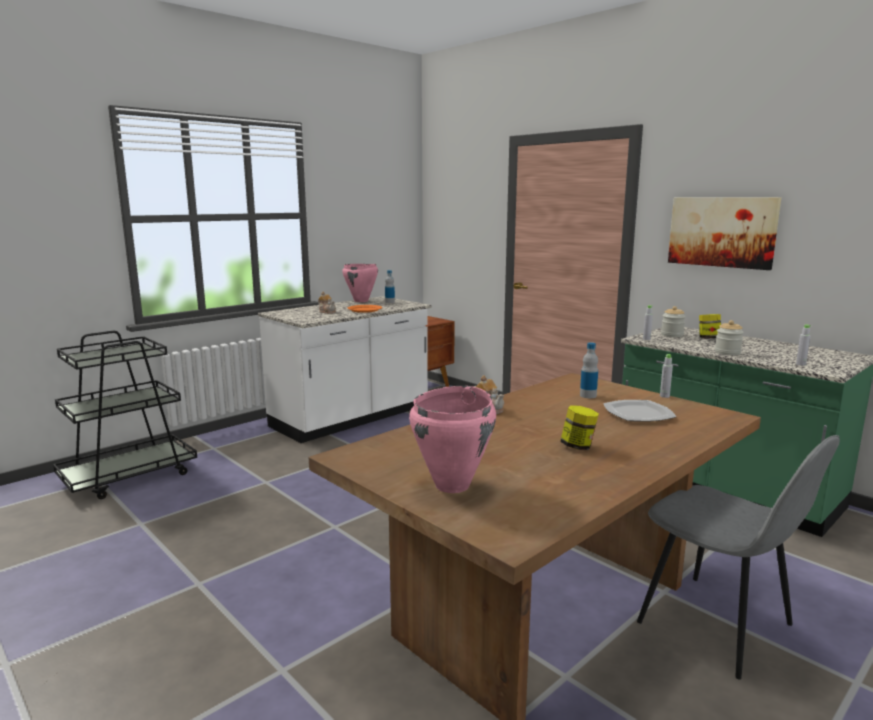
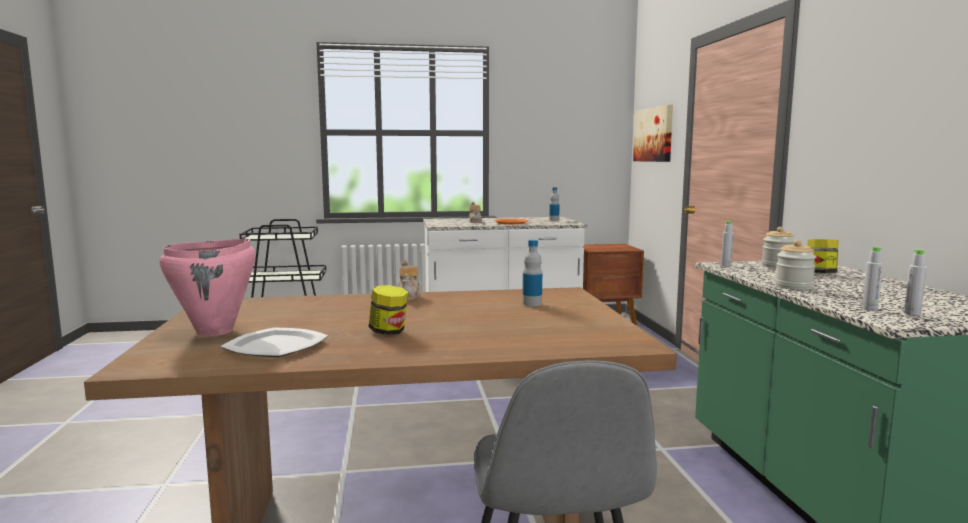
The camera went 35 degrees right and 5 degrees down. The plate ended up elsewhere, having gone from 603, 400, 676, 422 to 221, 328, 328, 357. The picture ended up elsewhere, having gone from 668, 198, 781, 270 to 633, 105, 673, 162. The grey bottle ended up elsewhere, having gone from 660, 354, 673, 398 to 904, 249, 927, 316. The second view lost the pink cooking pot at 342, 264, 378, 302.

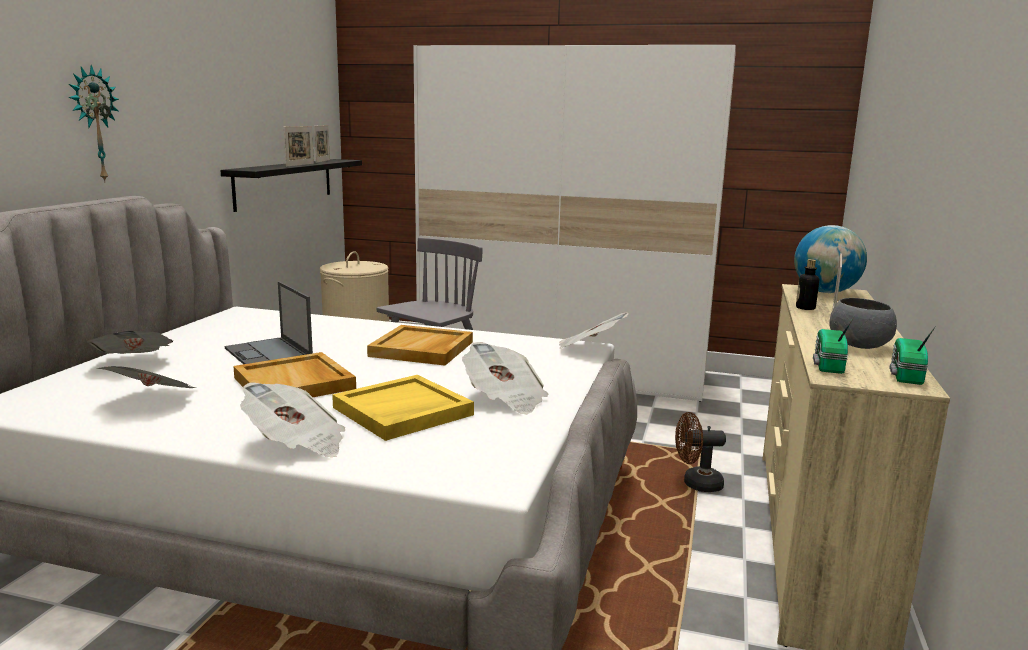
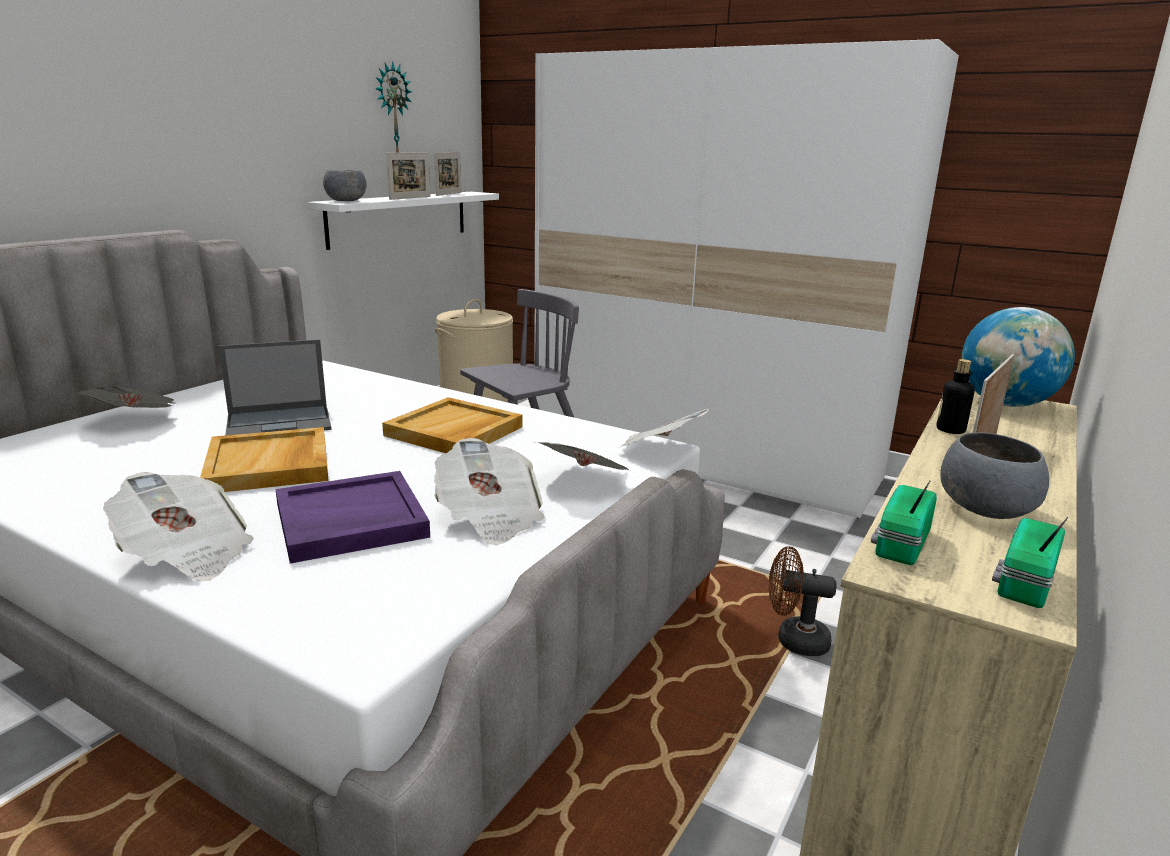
The camera went 15 degrees right and 5 degrees up. The laptop at 225, 281, 313, 364 ended up facing another way, 90 degrees counterclockwise from before. What was the yellow tray at 332, 375, 474, 441 turned into the purple tray at 275, 471, 430, 563. What was the black shelf at 220, 159, 362, 212 turned into the white shelf at 308, 192, 499, 250. The second view gained the grey bowl at 323, 170, 367, 201. The wall clock ended up elsewhere, having gone from 69, 65, 119, 181 to 375, 61, 412, 153. The newspaper ended up elsewhere, having gone from 96, 366, 197, 388 to 535, 442, 630, 471.

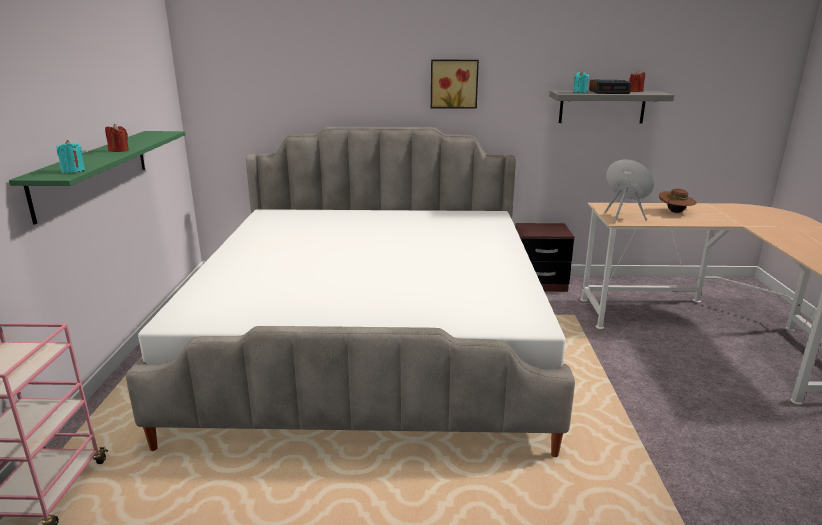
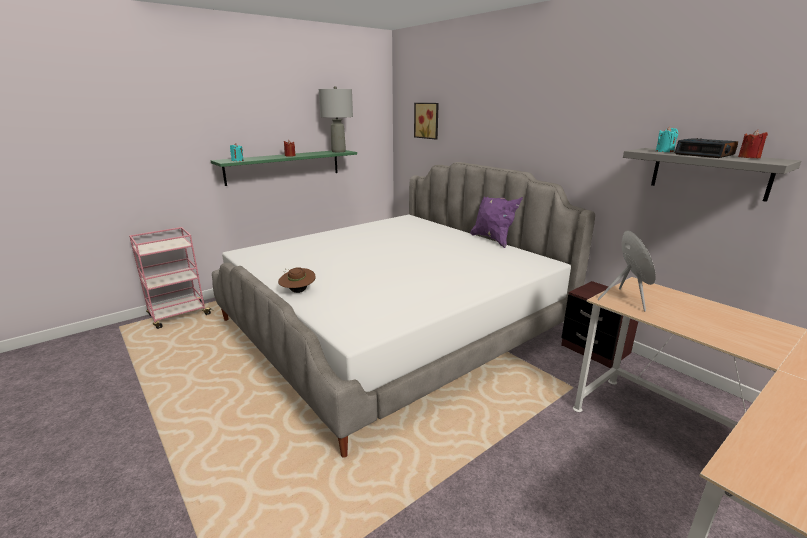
The camera went 50 degrees right and 0 degrees up. The brown hat ended up elsewhere, having gone from 659, 189, 696, 213 to 278, 267, 315, 293. The second view gained the grey table lamp at 319, 86, 353, 152. The picture ended up elsewhere, having gone from 431, 60, 479, 109 to 414, 103, 439, 140. The second view gained the purple pillow at 470, 196, 523, 248.

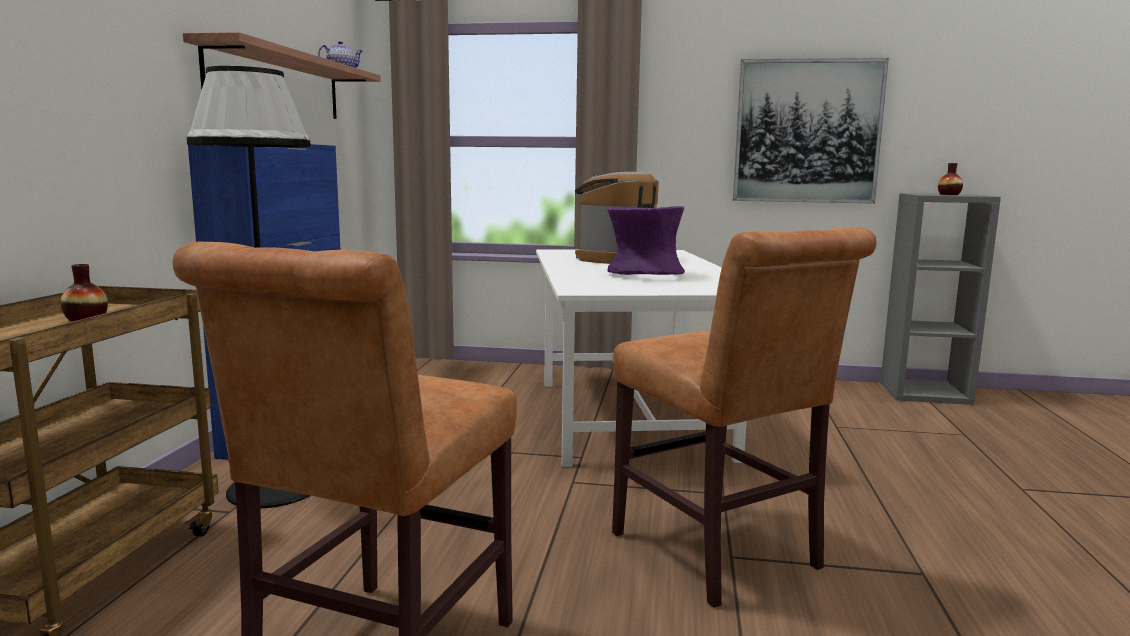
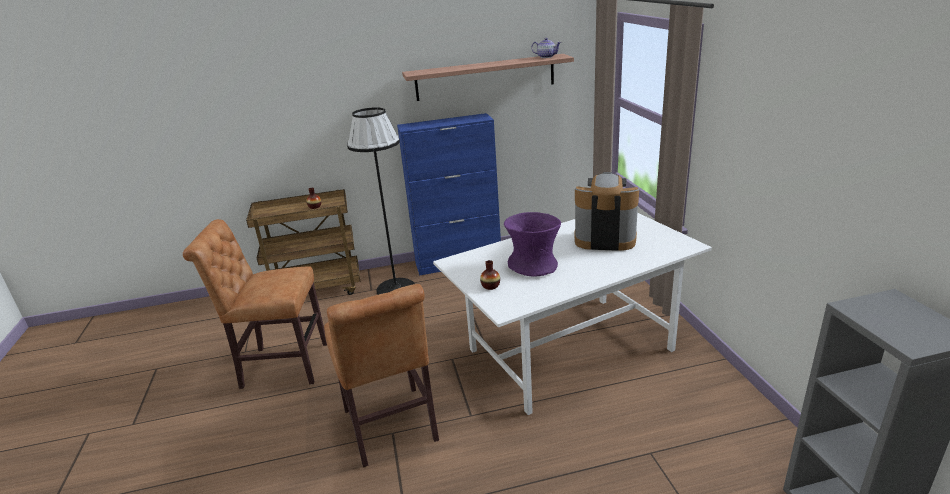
The camera went 70 degrees right and 15 degrees up. The brown chair at 612, 227, 877, 608 ended up facing another way, 60 degrees counterclockwise from before. The vase ended up elsewhere, having gone from 938, 163, 963, 195 to 480, 260, 500, 290. The second view lost the picture at 733, 58, 889, 204.

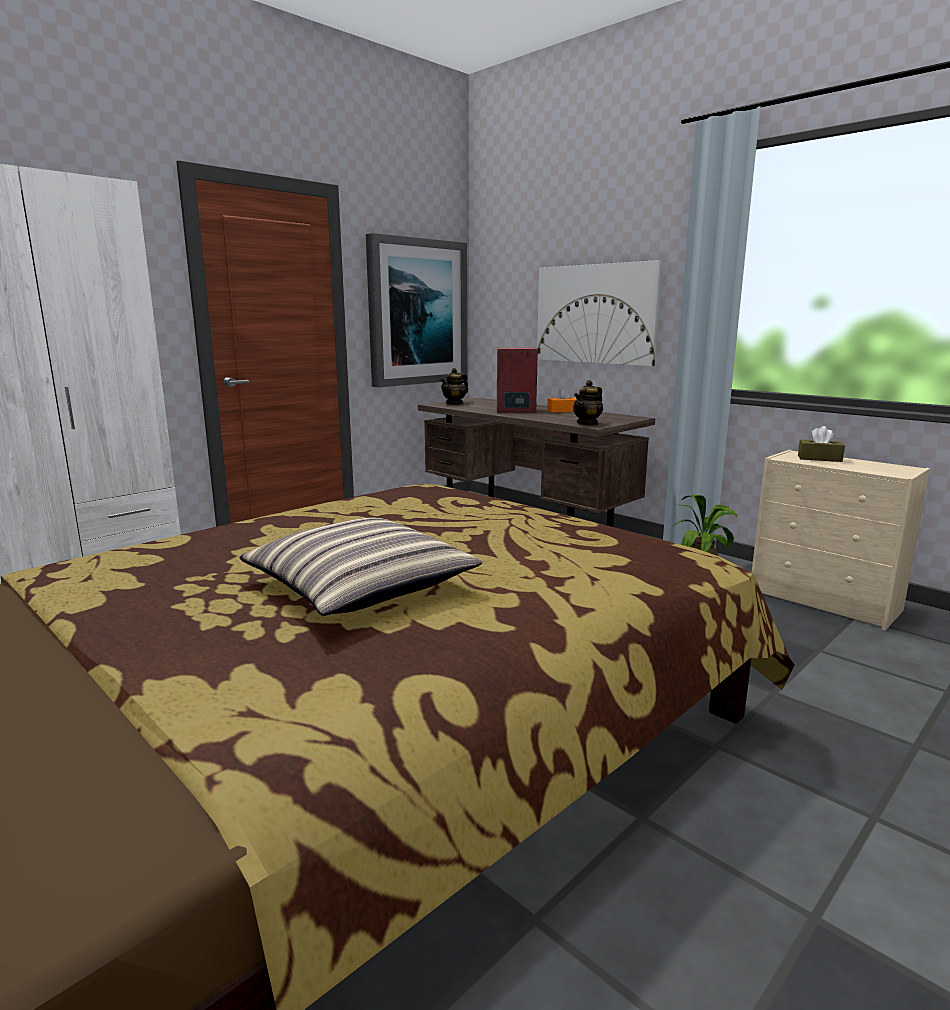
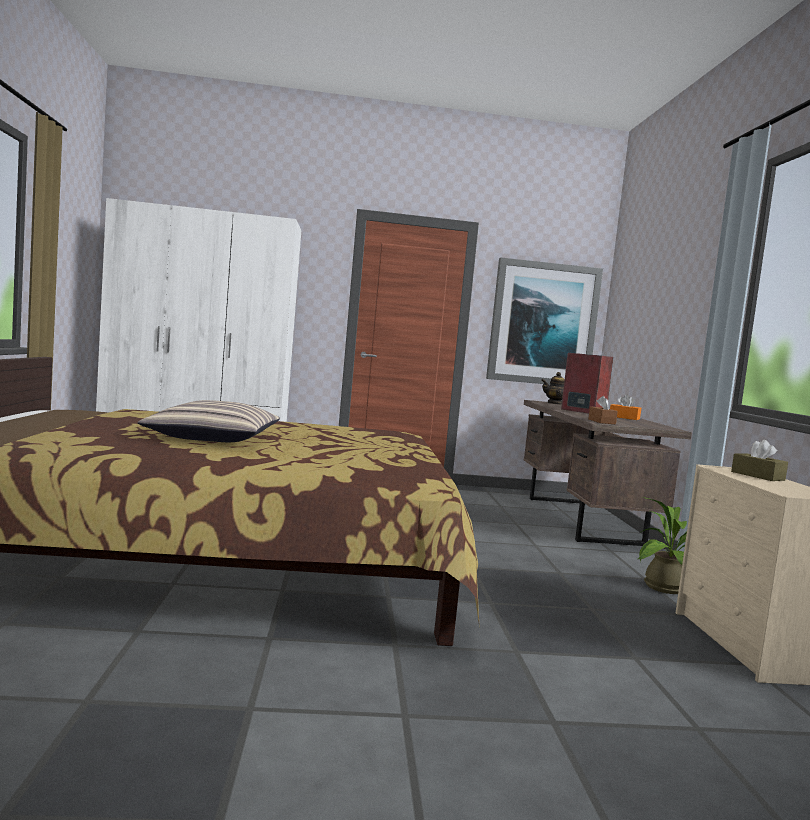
The camera went 40 degrees right and 10 degrees down. Where the teapot stood at 573, 380, 603, 426, the brown tissue box came to stand at 588, 396, 618, 425. The second view lost the picture at 537, 260, 663, 366.

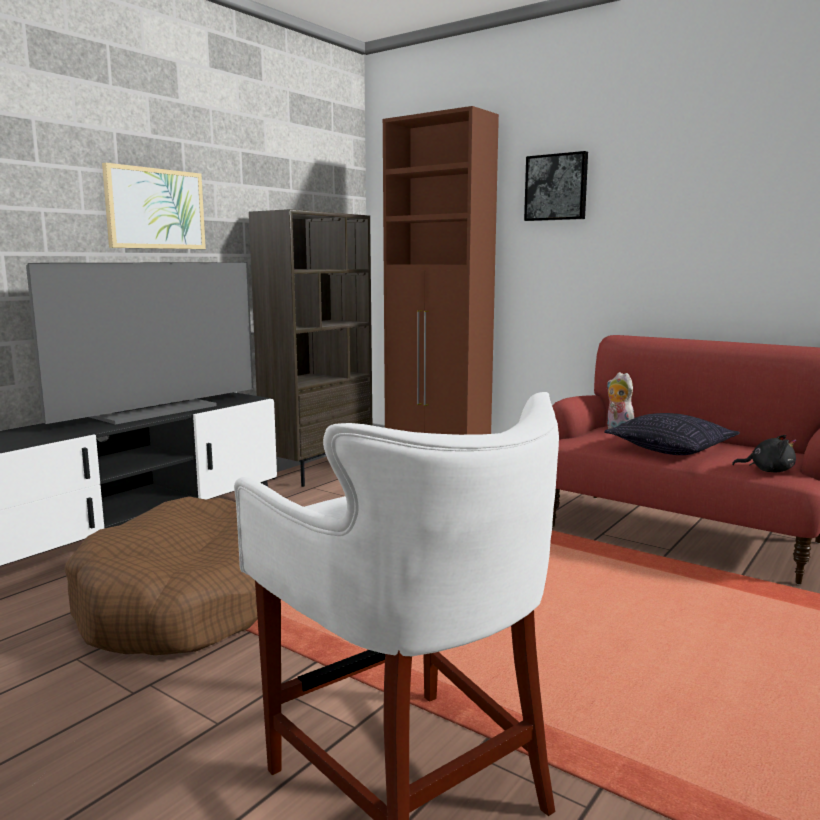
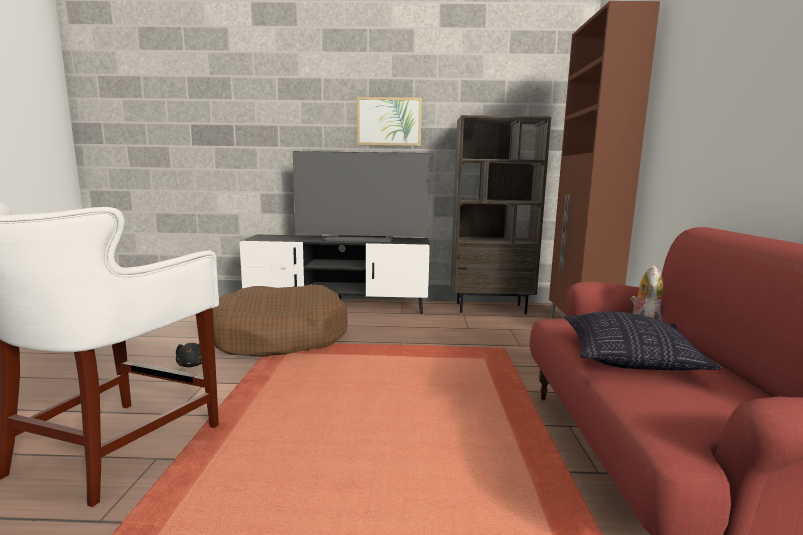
The camera went 55 degrees right and 0 degrees up. The black plush toy ended up elsewhere, having gone from 732, 435, 796, 472 to 176, 343, 202, 367. The second view lost the picture at 524, 151, 588, 221.

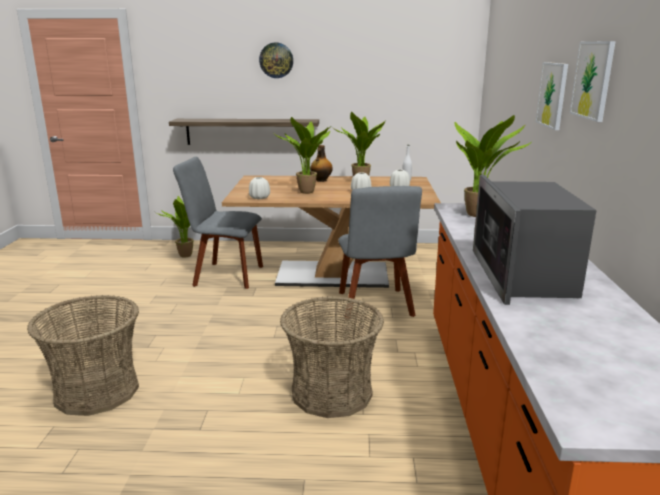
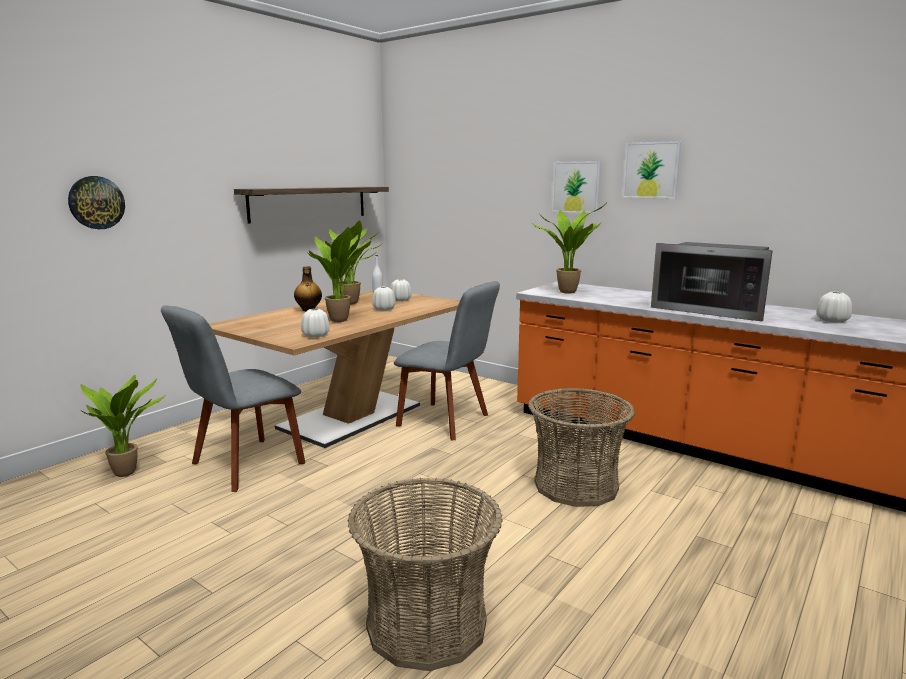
The camera went 55 degrees left and 5 degrees down. The wall clock ended up elsewhere, having gone from 259, 43, 293, 78 to 68, 176, 125, 229. The shelf ended up elsewhere, having gone from 169, 119, 319, 145 to 234, 187, 389, 223. The second view gained the white vase at 816, 292, 852, 323.

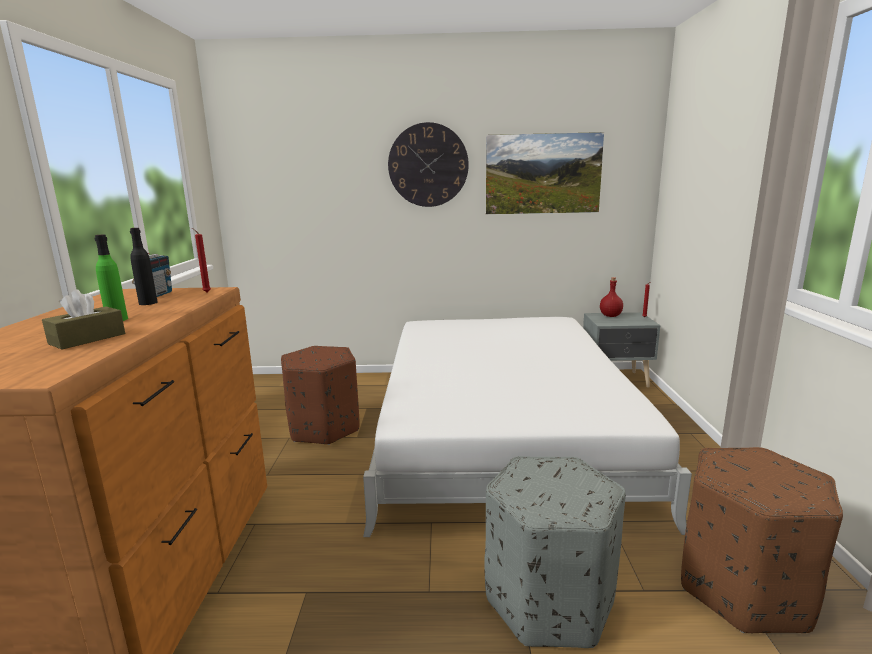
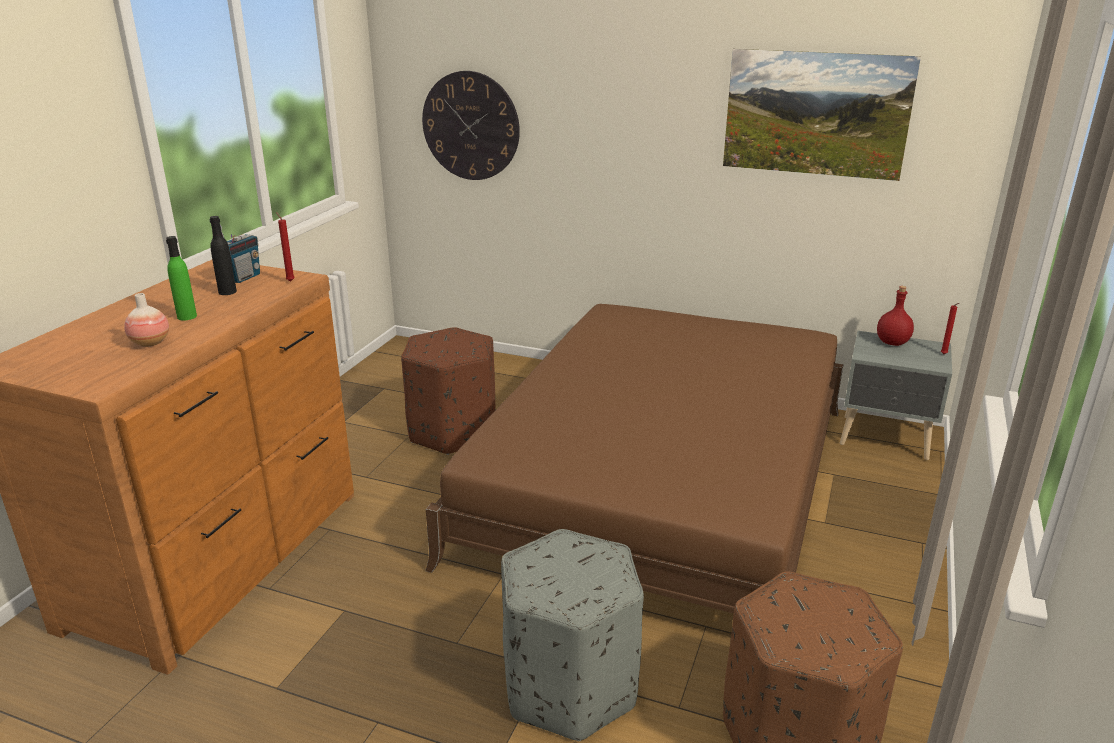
The camera went 20 degrees right and 10 degrees up. Where the brown tissue box stood at 42, 290, 125, 349, the vase came to stand at 124, 293, 169, 347. The wall clock ended up elsewhere, having gone from 388, 122, 469, 207 to 422, 71, 520, 180. What was the white bed at 363, 317, 692, 537 turned into the brown bed at 425, 304, 843, 613.

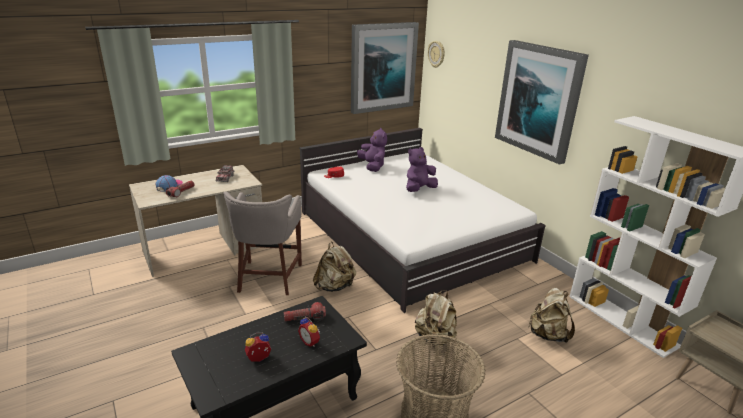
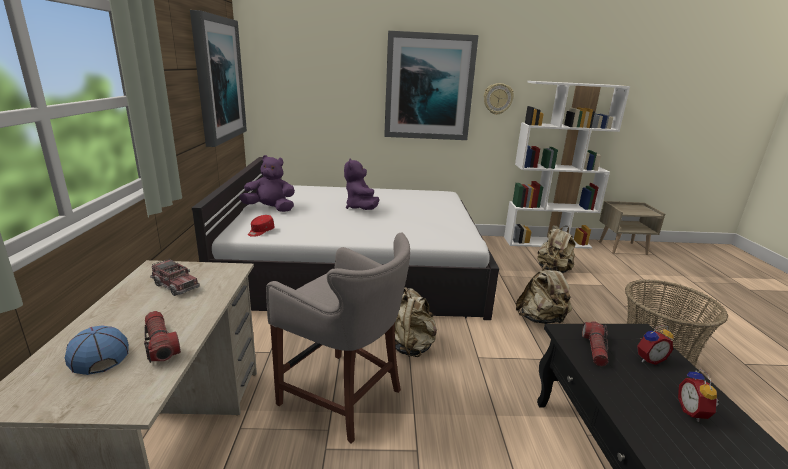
The camera went 60 degrees left and 5 degrees down. The wall clock ended up elsewhere, having gone from 428, 41, 445, 68 to 484, 83, 514, 115.

